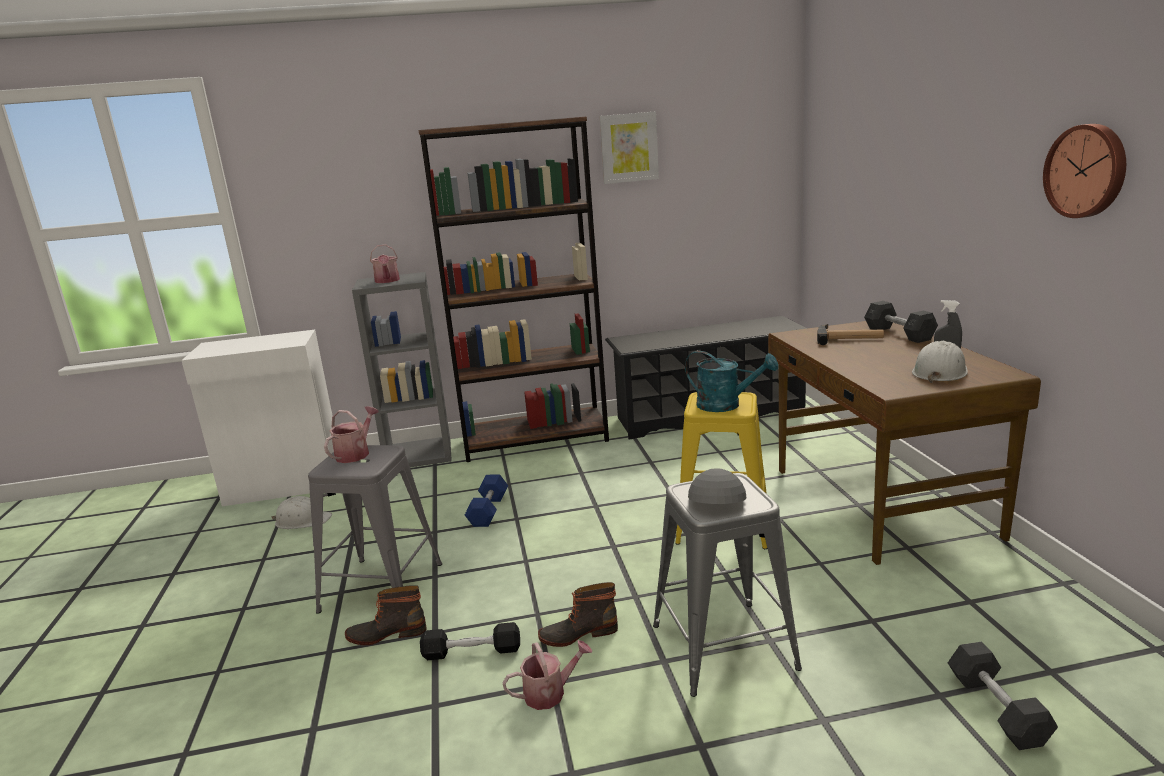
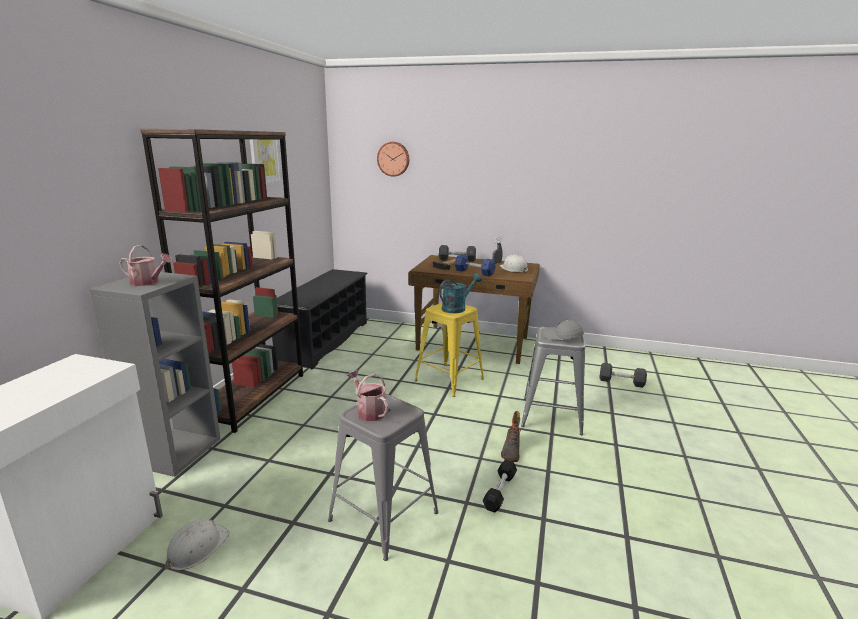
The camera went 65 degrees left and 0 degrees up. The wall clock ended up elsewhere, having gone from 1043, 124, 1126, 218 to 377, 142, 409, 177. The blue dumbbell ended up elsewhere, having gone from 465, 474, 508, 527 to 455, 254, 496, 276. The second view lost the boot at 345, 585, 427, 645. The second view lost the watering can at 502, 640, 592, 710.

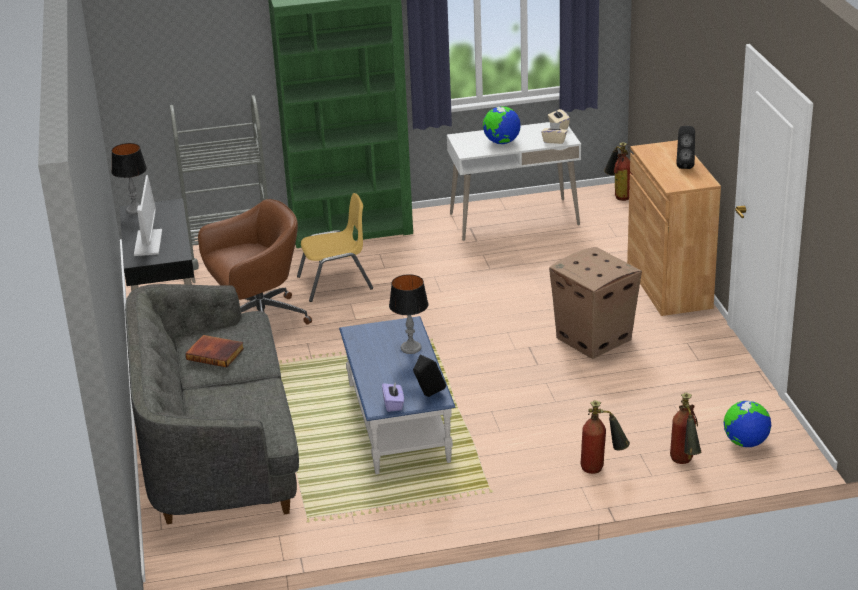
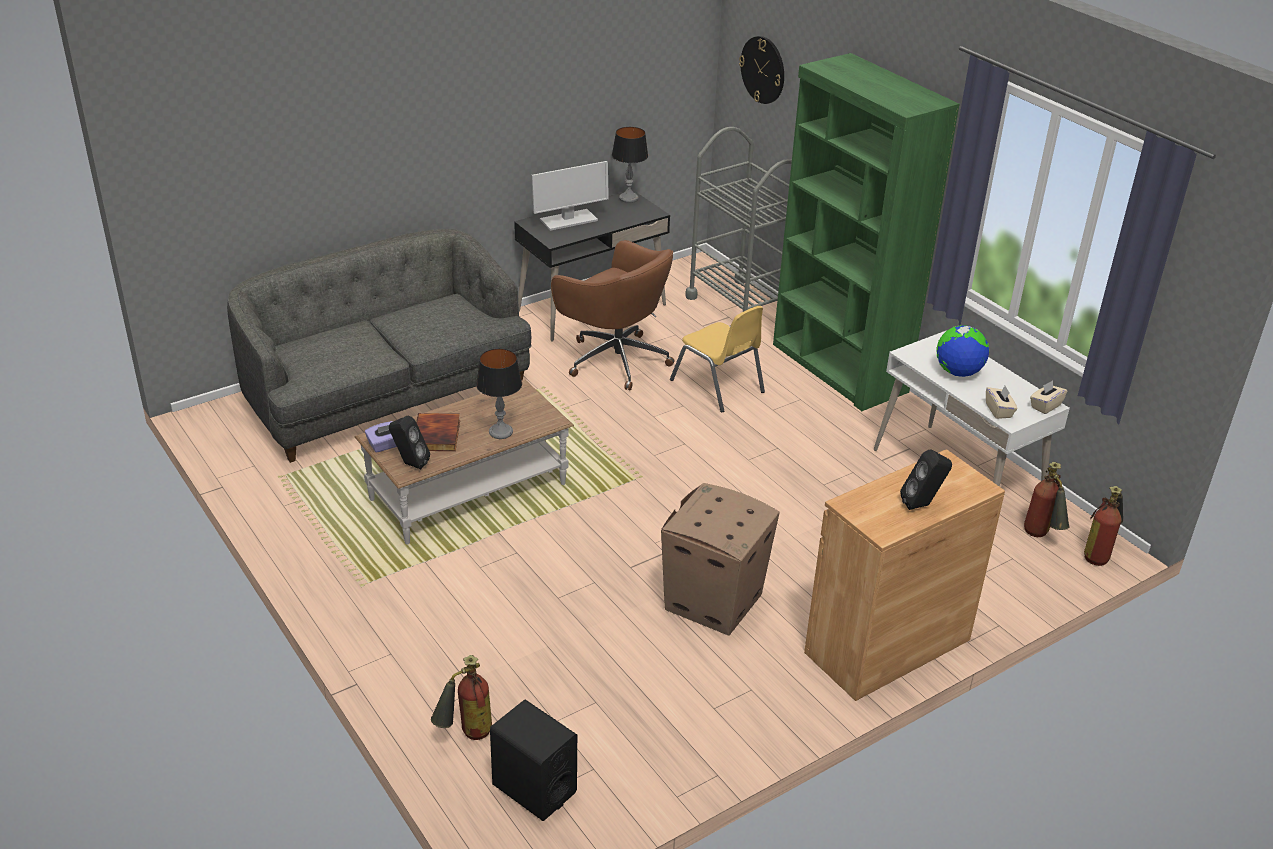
The camera went 65 degrees right and 5 degrees up. What was the blue coffee table at 339, 316, 456, 474 turned into the brown coffee table at 355, 380, 574, 545. The book ended up elsewhere, having gone from 185, 335, 244, 367 to 416, 413, 460, 451. Where the globe stood at 723, 401, 771, 447, the black speaker came to stand at 490, 700, 577, 821. The second view gained the wall clock at 739, 36, 784, 104. The fire extinguisher ended up elsewhere, having gone from 581, 400, 630, 474 to 1024, 462, 1069, 537.

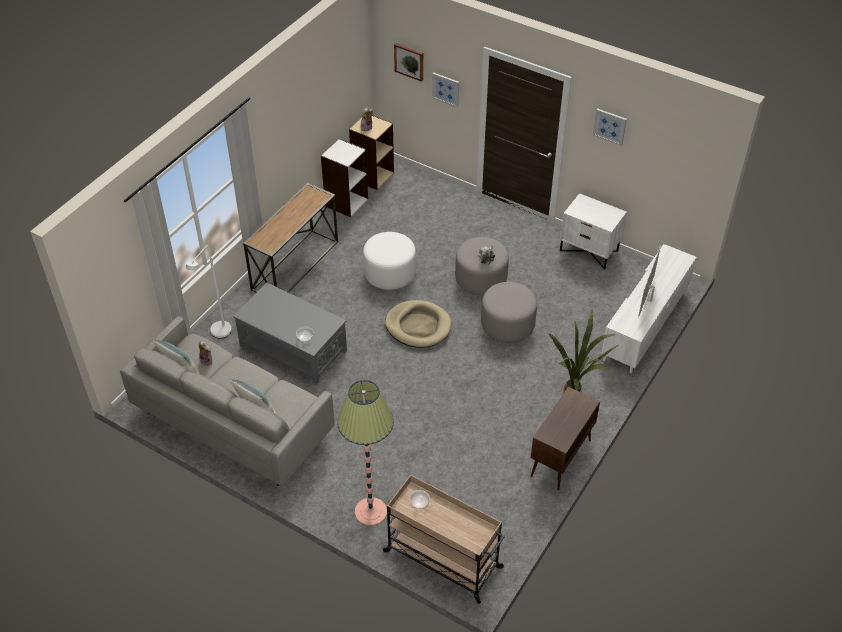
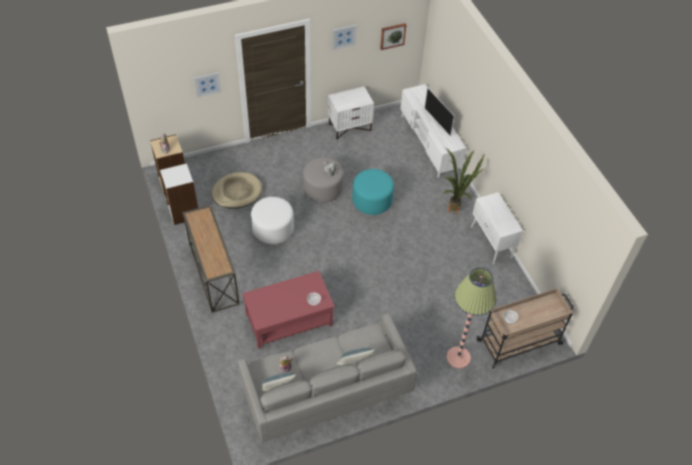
The camera went 55 degrees left and 5 degrees up. The beige dog bed ended up elsewhere, having gone from 385, 300, 452, 348 to 212, 172, 262, 209. What was the grey coffee table at 233, 283, 347, 385 turned into the red coffee table at 242, 271, 335, 349. What was the grey ottoman at 481, 282, 537, 343 turned into the turquoise ottoman at 352, 169, 394, 215. The picture ended up elsewhere, having gone from 394, 43, 423, 82 to 380, 23, 407, 50. What was the brown cabinet at 531, 387, 600, 490 turned into the white cabinet at 471, 192, 523, 264. The second view lost the white floor lamp at 186, 245, 232, 338.

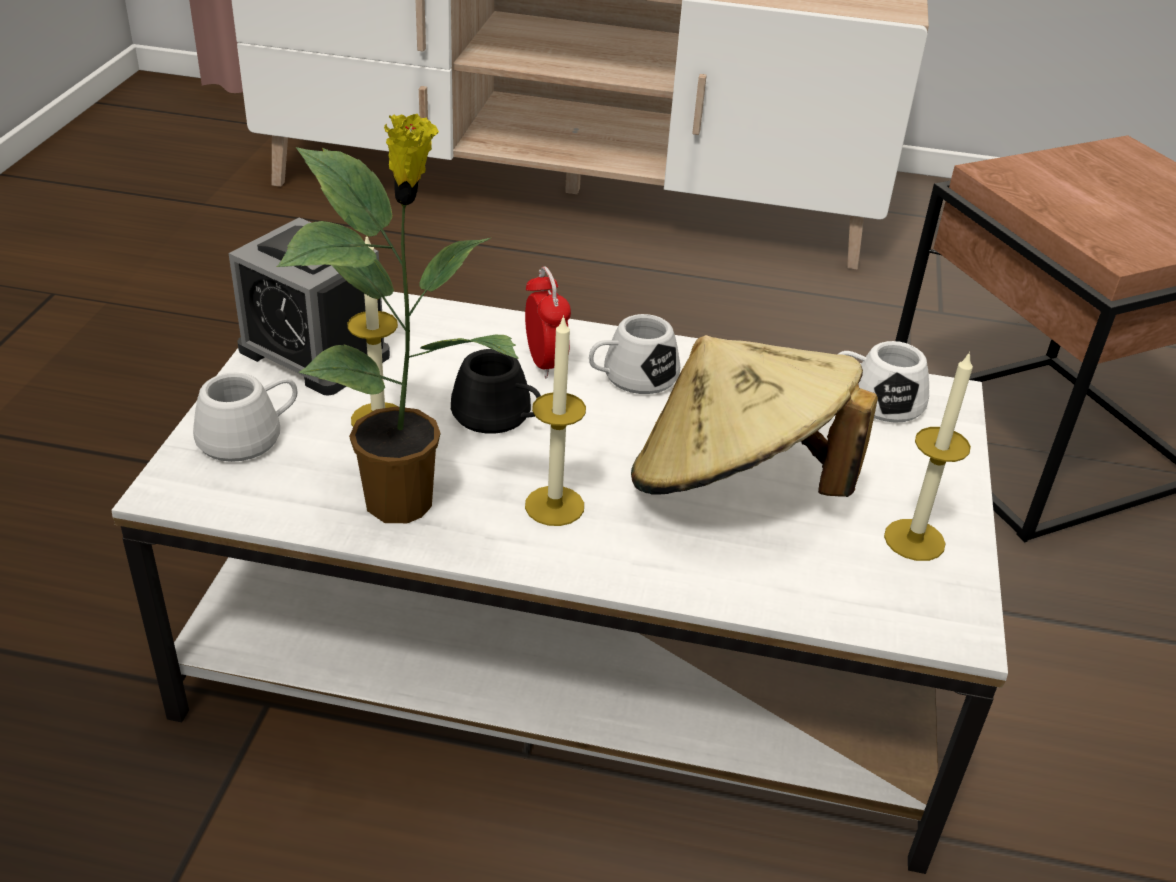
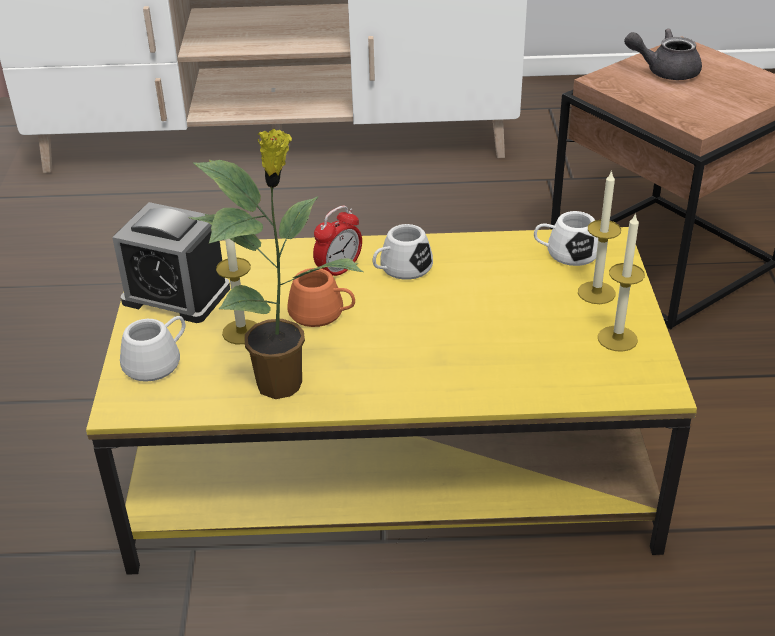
The camera went 10 degrees left and 0 degrees up. What was the white coffee table at 111, 292, 1008, 874 turned into the yellow coffee table at 86, 227, 697, 575. What was the black mug at 451, 349, 541, 434 turned into the orange mug at 287, 268, 355, 327. The alarm clock at 525, 266, 571, 378 ended up facing another way, 75 degrees clockwise from before. The candle ended up elsewhere, having gone from 525, 315, 586, 526 to 578, 170, 621, 304. The second view gained the grey teapot at 624, 29, 702, 80. The second view lost the beige hat at 631, 335, 878, 497.

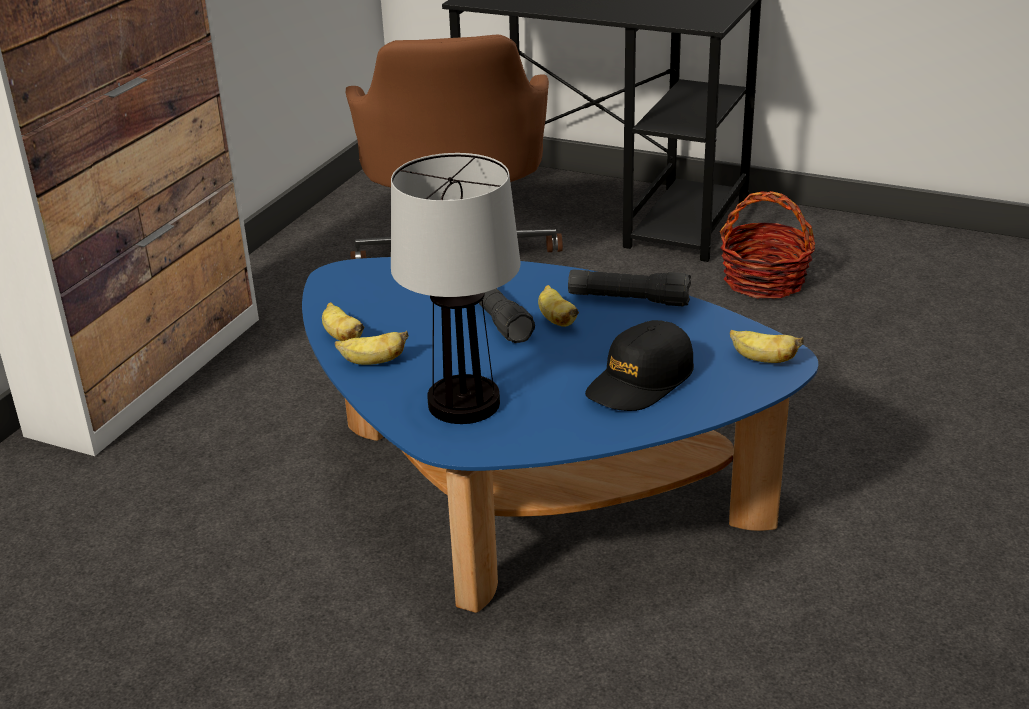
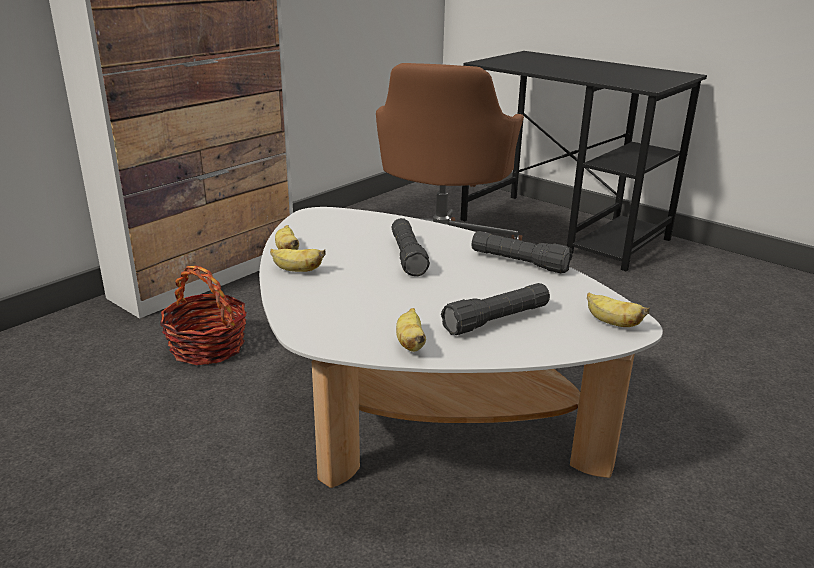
The camera went 15 degrees right and 5 degrees down. The basket ended up elsewhere, having gone from 720, 191, 815, 299 to 160, 266, 247, 365. What was the blue coffee table at 302, 257, 818, 613 turned into the white coffee table at 259, 207, 663, 488. The banana ended up elsewhere, having gone from 538, 285, 579, 327 to 396, 308, 426, 352. Where the black cap stood at 585, 320, 694, 411, the black flashlight came to stand at 441, 283, 550, 335. The second view lost the table lamp at 391, 153, 521, 424.

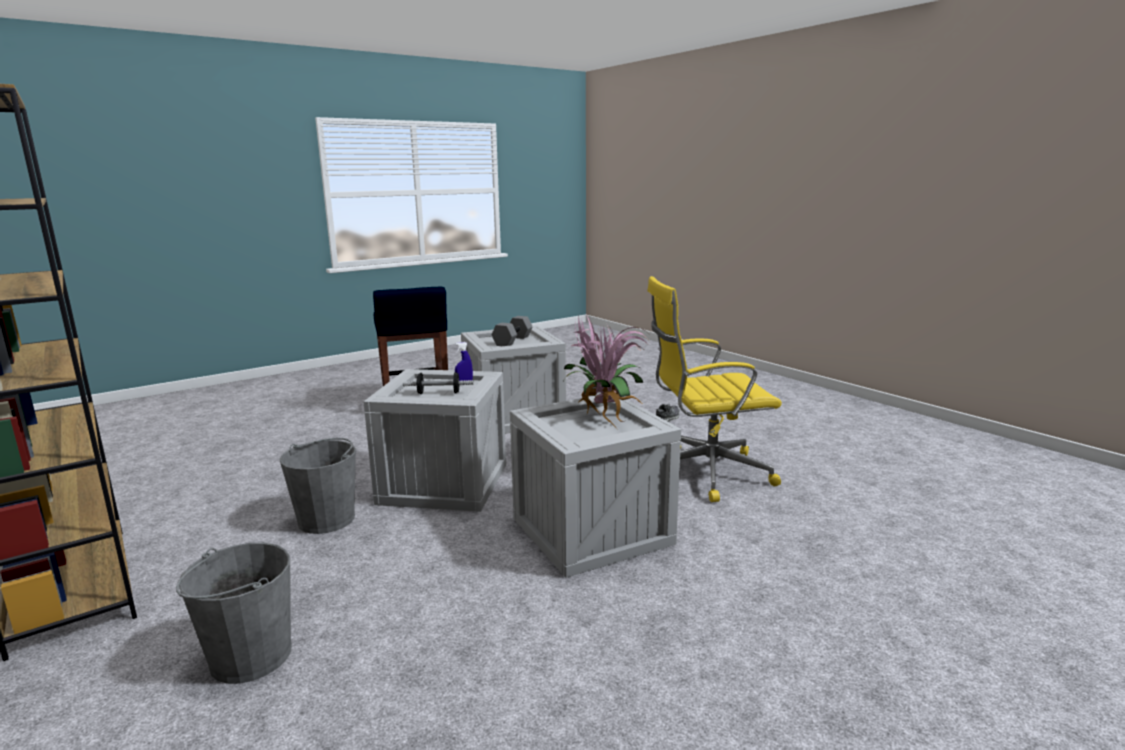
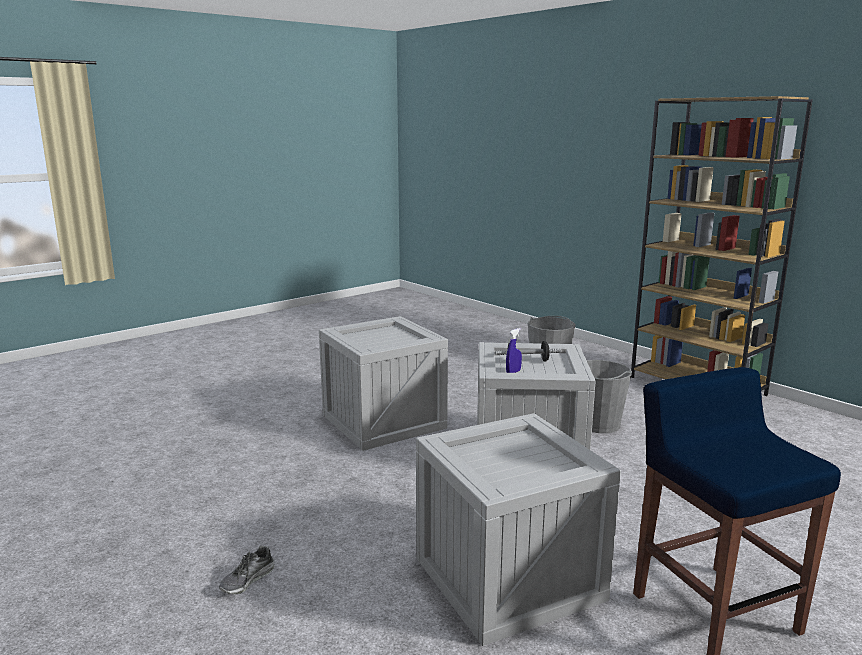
The camera went 175 degrees right and 0 degrees up. The second view lost the grey dumbbell at 492, 316, 533, 346. The second view lost the potted plant at 563, 314, 648, 426. The second view lost the yellow office chair at 647, 276, 782, 502.

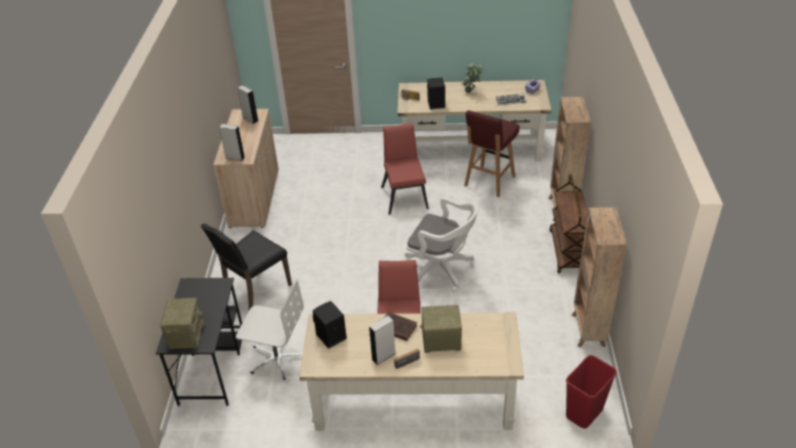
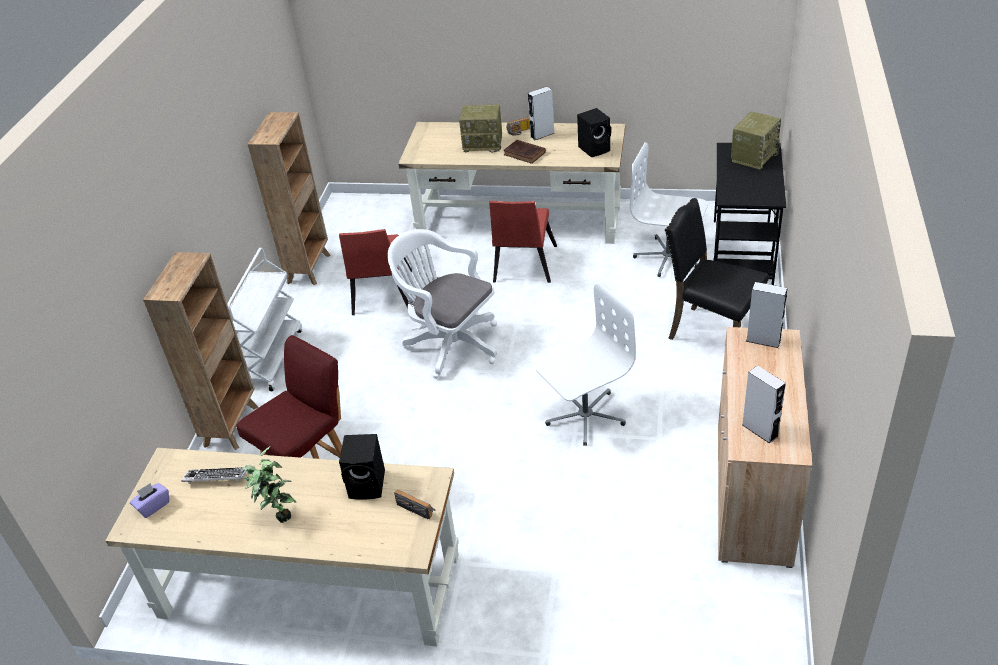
The camera went 170 degrees left and 0 degrees up. What was the brown cart at 550, 174, 588, 273 turned into the white cart at 227, 248, 302, 391. The red chair ended up elsewhere, having gone from 381, 123, 429, 215 to 339, 229, 412, 315. The second view gained the white office chair at 536, 283, 636, 446. The black chair at 201, 223, 292, 310 ended up facing another way, 105 degrees counterclockwise from before. The radio at 160, 298, 206, 349 ended up facing another way, 150 degrees counterclockwise from before. The second view lost the red trash can at 566, 355, 617, 429.

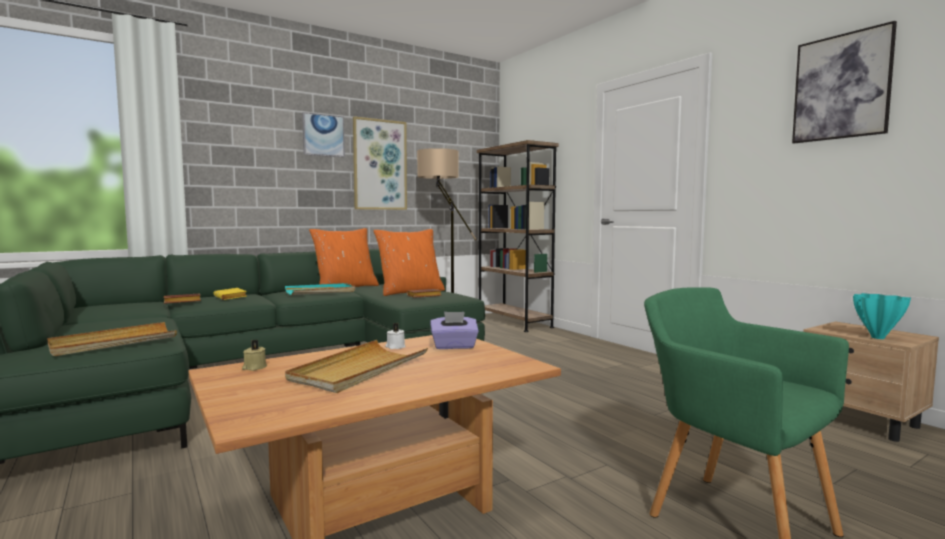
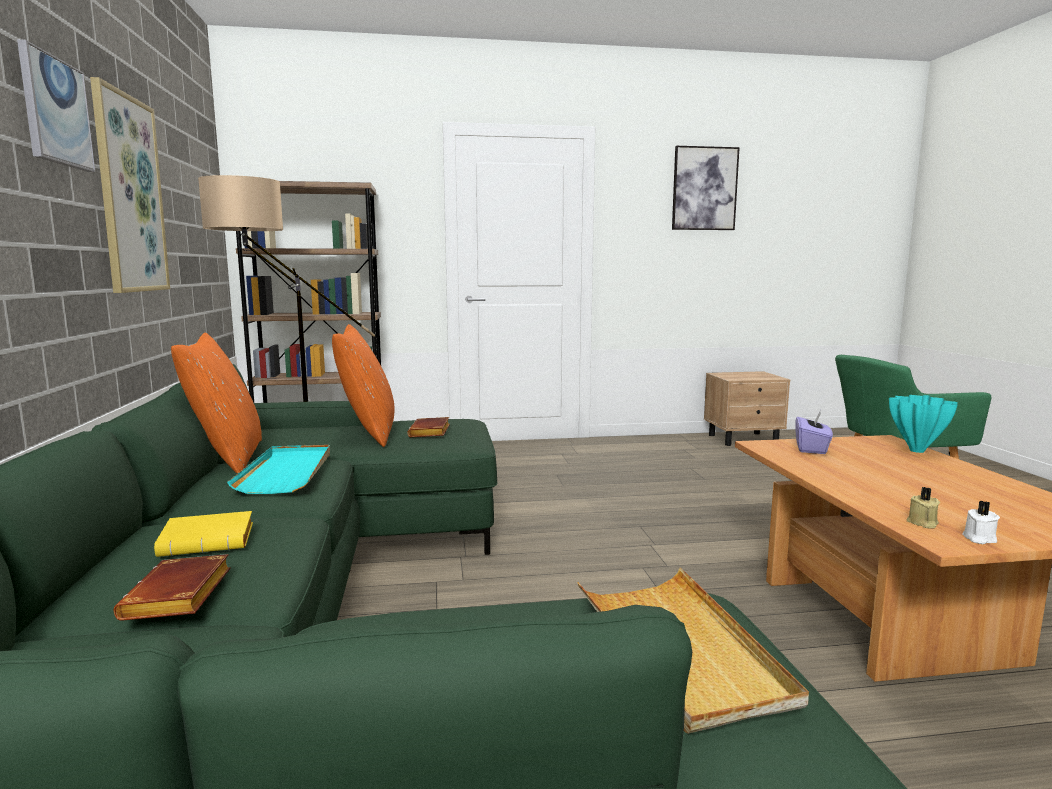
The camera went 65 degrees left and 5 degrees up. The turquoise vase ended up elsewhere, having gone from 853, 293, 911, 339 to 889, 395, 958, 453. The white candle ended up elsewhere, having gone from 385, 323, 405, 349 to 962, 501, 1000, 544. The second view lost the beige tray at 285, 340, 428, 393.

